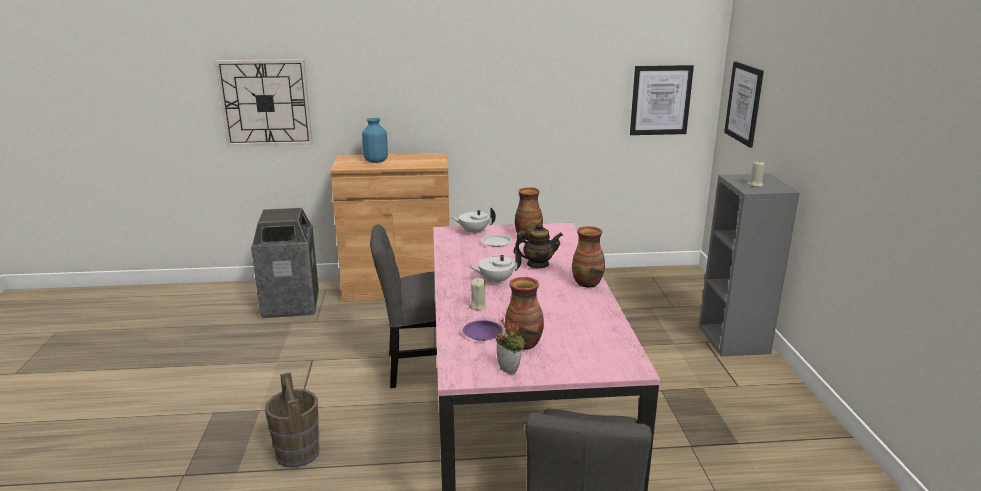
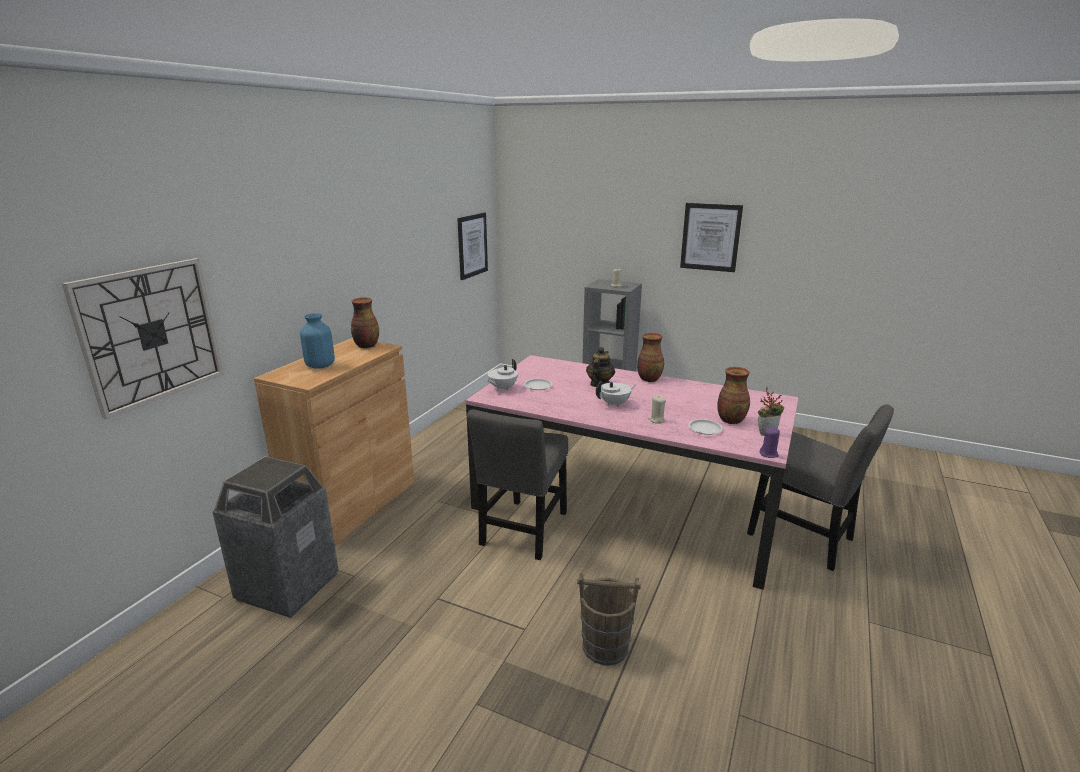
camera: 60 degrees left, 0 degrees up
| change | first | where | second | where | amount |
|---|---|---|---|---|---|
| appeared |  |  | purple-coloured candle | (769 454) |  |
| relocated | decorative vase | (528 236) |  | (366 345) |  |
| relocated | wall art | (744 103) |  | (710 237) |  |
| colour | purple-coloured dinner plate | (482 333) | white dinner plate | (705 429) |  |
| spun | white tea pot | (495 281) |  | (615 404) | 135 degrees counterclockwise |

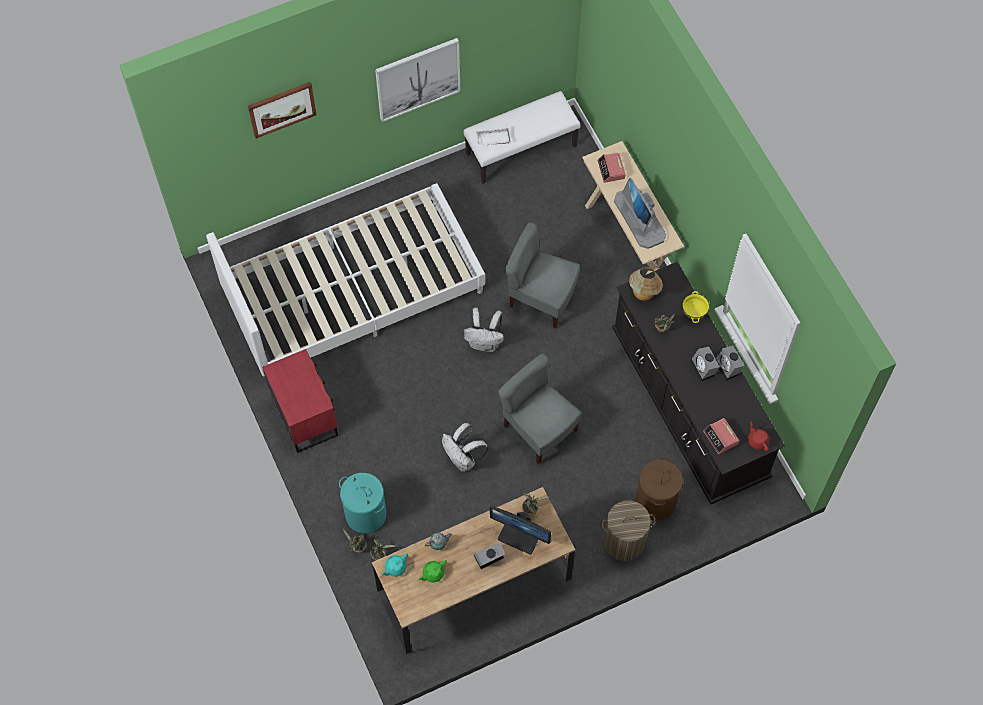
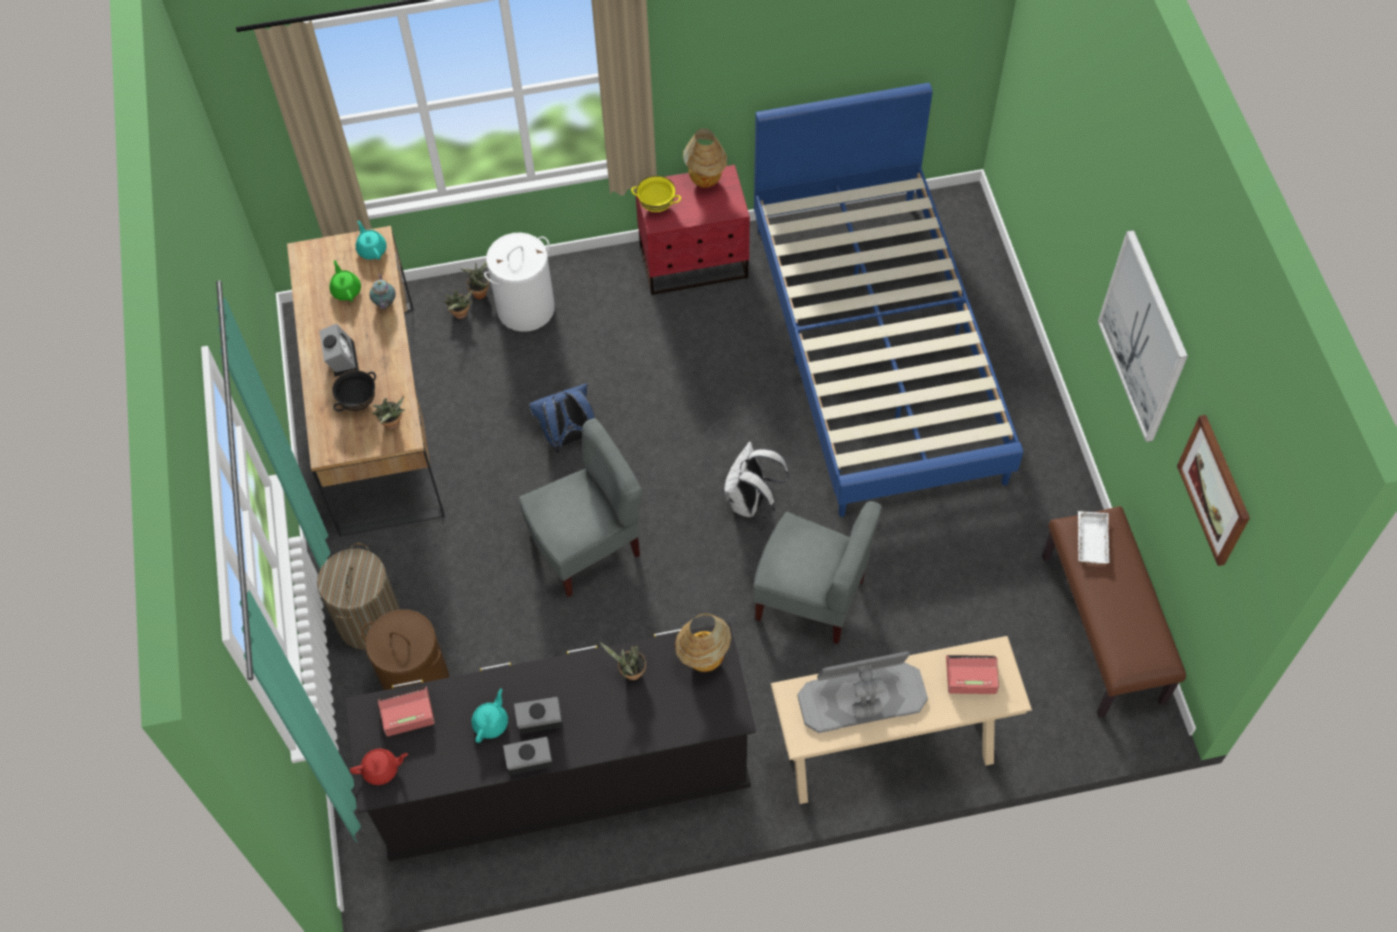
camera: 105 degrees right, 5 degrees down
| change | first | where | second | where | amount |
|---|---|---|---|---|---|
| appeared |  |  | turquoise tea pot | (491 723) |  |
| appeared |  |  | tabletop lamp | (706 182) |  |
| relocated | wall art | (281 109) |  | (1215 490) |  |
| relocated | yellowish deep dish | (693 312) |  | (657 206) |  |
| exchanged | computer display | (519 536) | blackish deep dish | (358 402) |  |
| colour | white bed | (353 292) | blue-coloured bed | (877 349) |  |
| colour | turquoise laundry basket | (365 514) | white laundry basket | (526 308) |  |
| colour | white knapsack | (463 459) | blue-coloured knapsack | (568 437) |  |
| colour | white bench | (521 149) | brown-coloured bench | (1103 628) |  |
| spun | grey upright chair | (541 297) |  | (811 598) | 75 degrees clockwise |

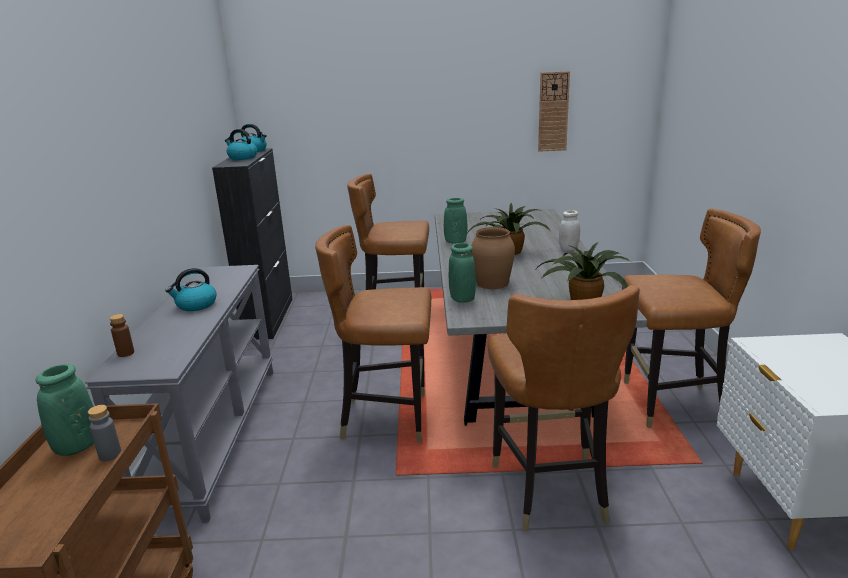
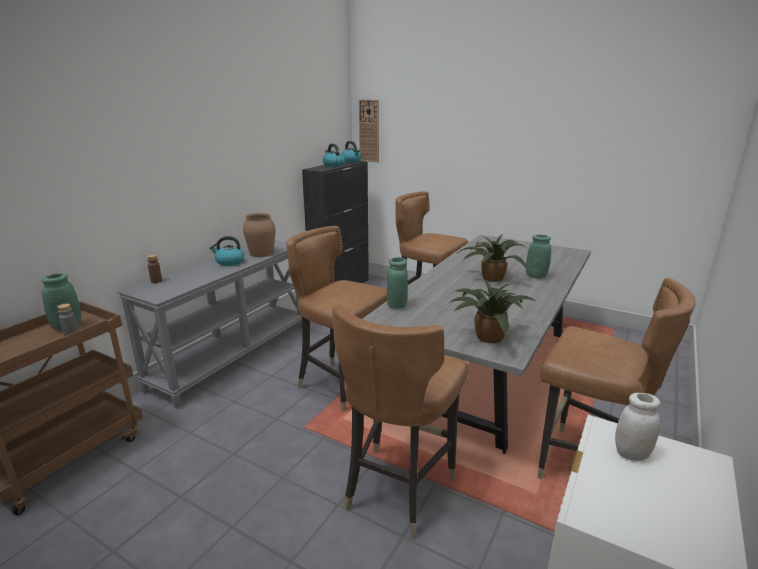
camera: 30 degrees right, 0 degrees up
| change | first | where | second | where | amount |
|---|---|---|---|---|---|
| relocated | green-coloured decorative vase | (455 242) |  | (536 276) |  |
| relocated | brown-coloured decorative vase | (492 283) |  | (262 253) |  |
| relocated | hanging clock | (553 112) |  | (369 131) |  |
| relocated | white jar | (568 249) |  | (631 454) |  |

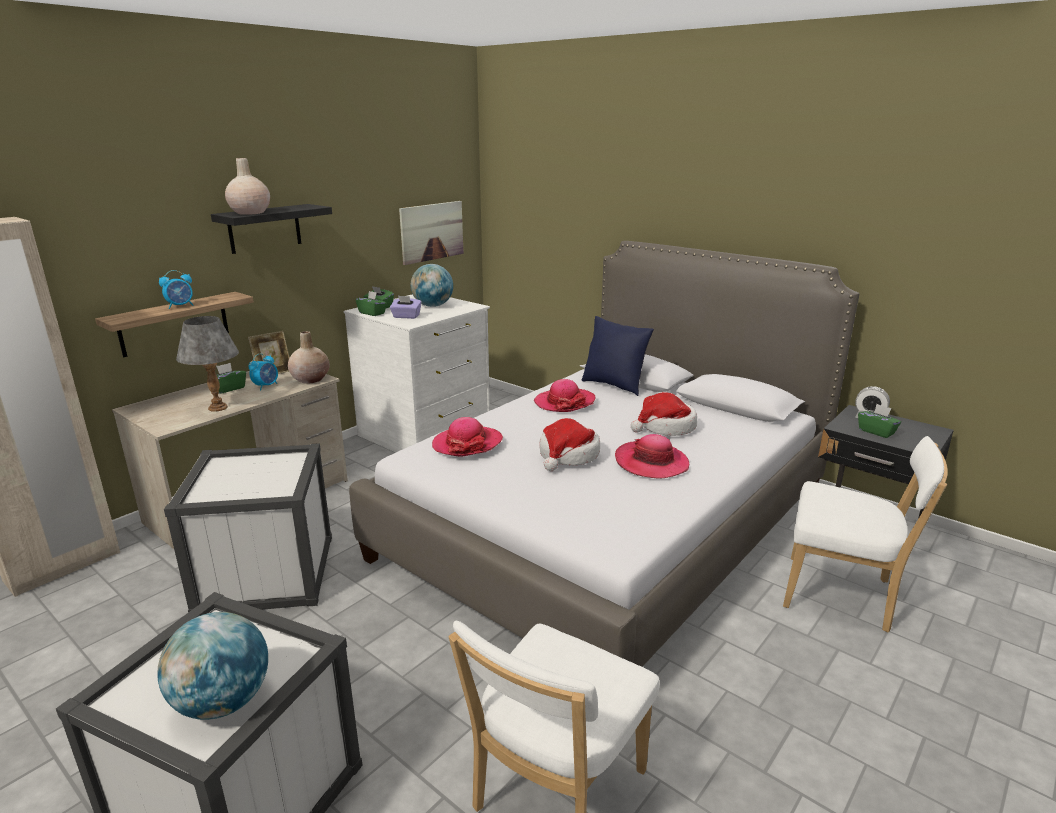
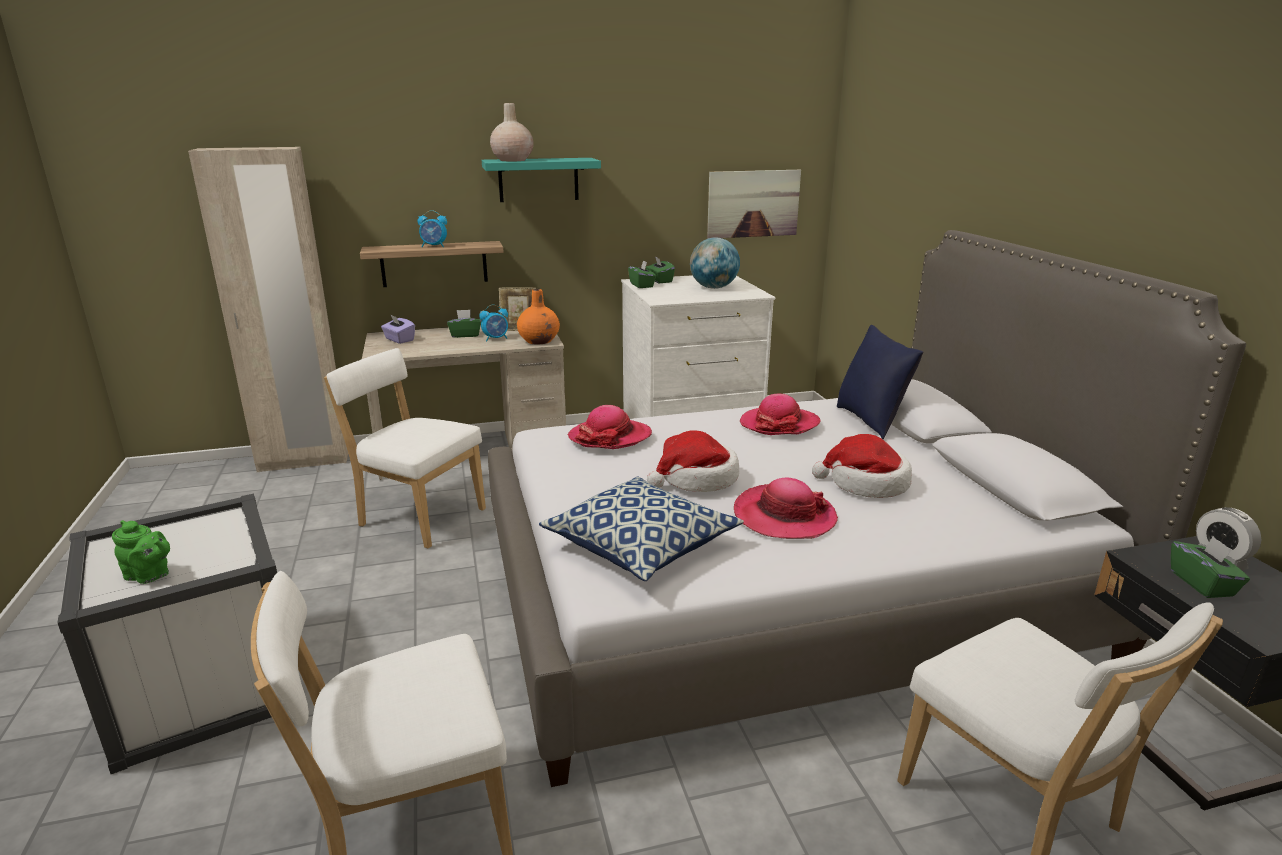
camera: 35 degrees right, 0 degrees up
| change | first | where | second | where | amount |
|---|---|---|---|---|---|
| missing | grey tabletop lamp | (217 408) |  |  |  |
| appeared |  |  | throw pillow | (641 546) |  |
| relocated | purple-coloured tissue holder | (406 316) |  | (399 340) |  |
| exchanged | world globe | (222 702) | green-coloured tea pot | (149 576) |  |
| exchanged | white storage bin | (266 573) | white upright chair | (418 516) |  |
| colour | blackish wall shelf | (264 228) | turquoise wall shelf | (538 179) |  |
| colour | beige-coloured decorative vase | (310 379) | orange-coloured decorative vase | (539 341) |  |

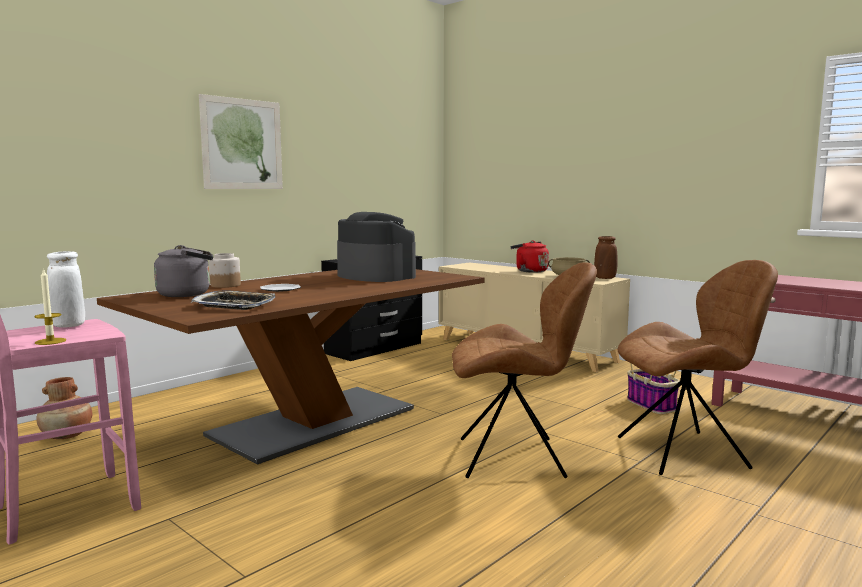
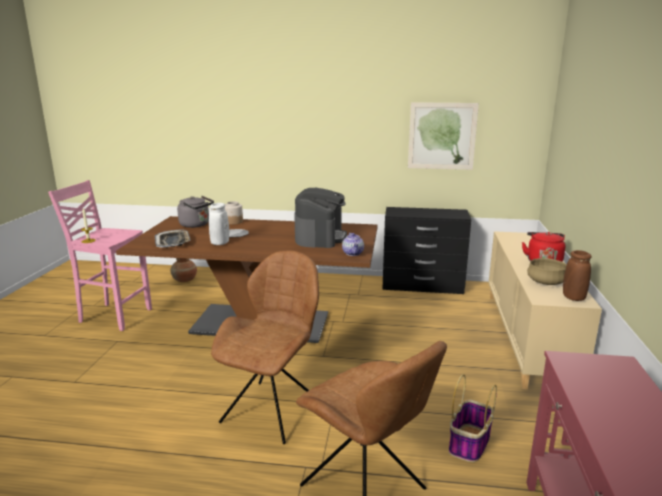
camera: 55 degrees right, 10 degrees up
| change | first | where | second | where | amount |
|---|---|---|---|---|---|
| appeared |  |  | tea pot | (353 253) |  |
| relocated | white decorative vase | (68 326) |  | (220 243) |  |
| relocated | wall art | (242 144) |  | (442 136) |  |
| spun | brown-coloured upright chair | (515 458) |  | (273 409) | 120 degrees counterclockwise |

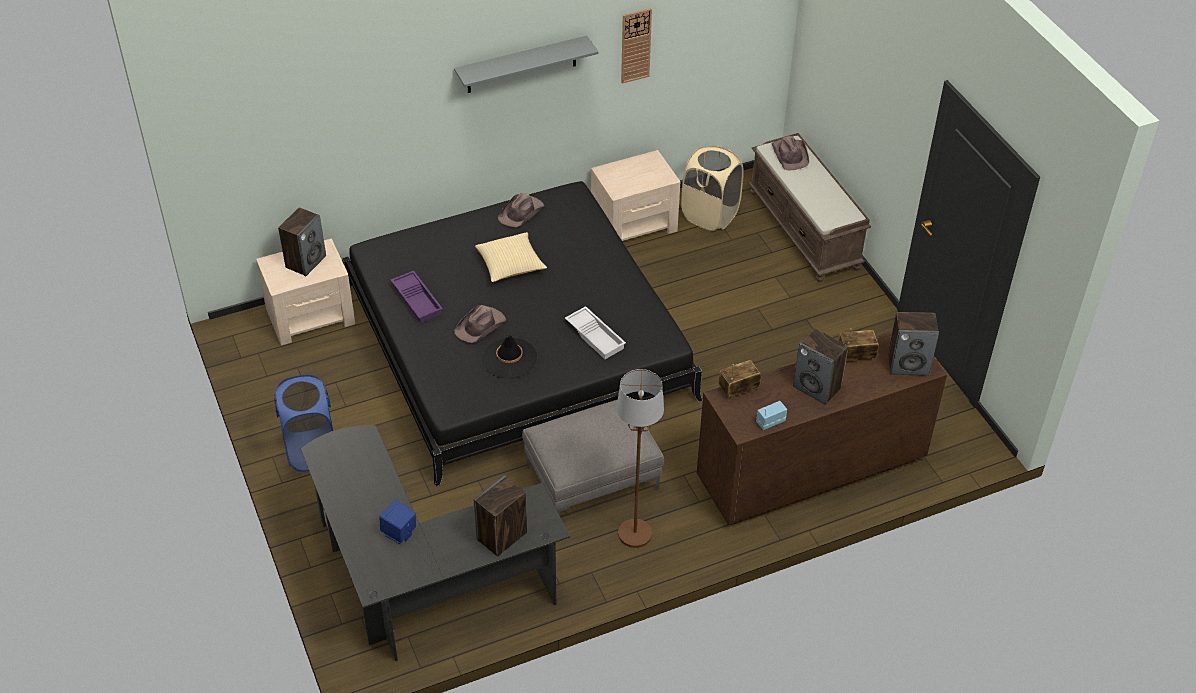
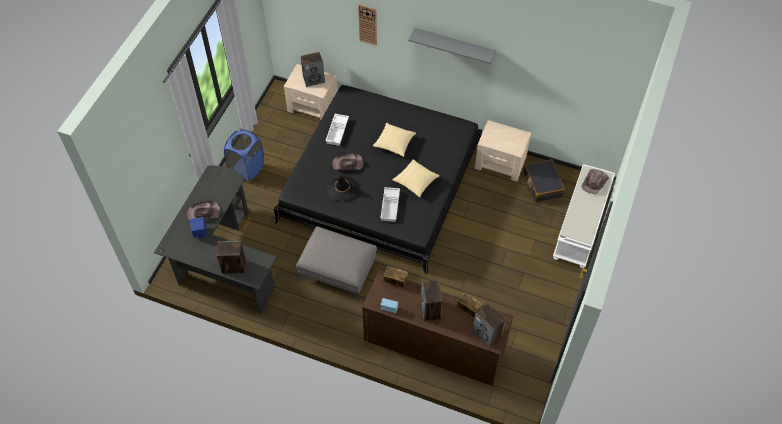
camera: 45 degrees right, 10 degrees up
| change | first | where | second | where | amount |
|---|---|---|---|---|---|
| missing | brown-coloured standard lamp | (634 534) |  |  |  |
| appeared |  |  | throw pillow | (415 182) |  |
| relocated | brown-coloured wearable hat | (521 212) |  | (204 213) |  |
| relocated | hanging clock | (635 45) |  | (368 24) |  |
| exchanged | beige-coloured laundry basket | (710 215) | blackish travel case | (542 185) |  |
| colour | purple-coloured carrying tray | (418 300) | white carrying tray | (338 131) |  |
| colour | brown-coloured bench | (805 230) | white bench | (581 227) |  |

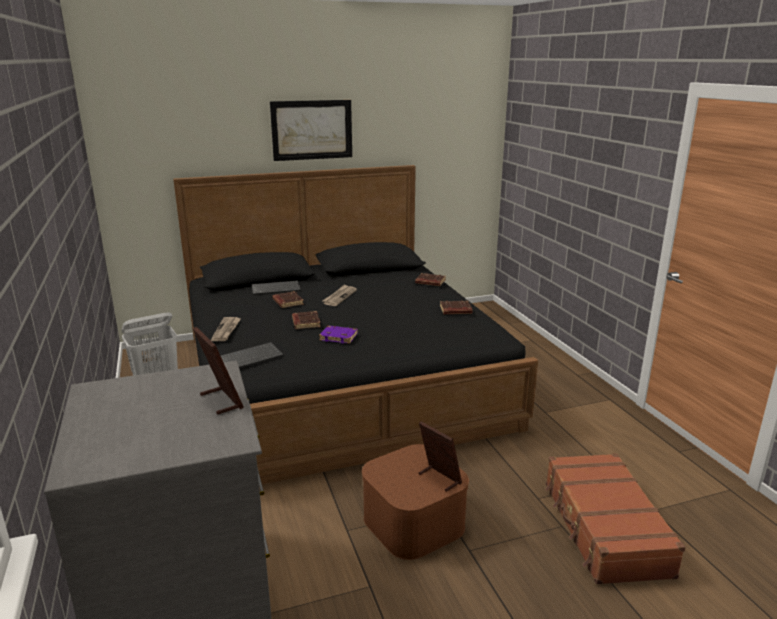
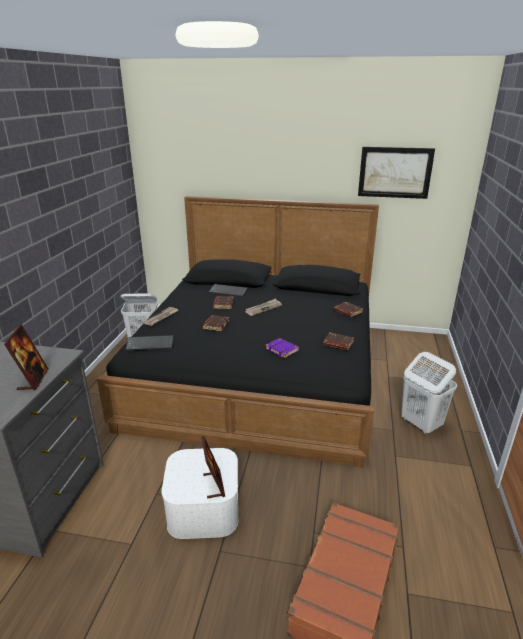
camera: 30 degrees right, 5 degrees up
| change | first | where | second | where | amount |
|---|---|---|---|---|---|
| appeared |  |  | white laundry basket | (420 424) |  |
| relocated | wall art | (312 130) |  | (395 172) |  |
| relocated | purple-coloured bound book | (339 337) |  | (282 350) |  |
| colour | brown-coloured storage bin | (413 522) | white storage bin | (203 508) |  |

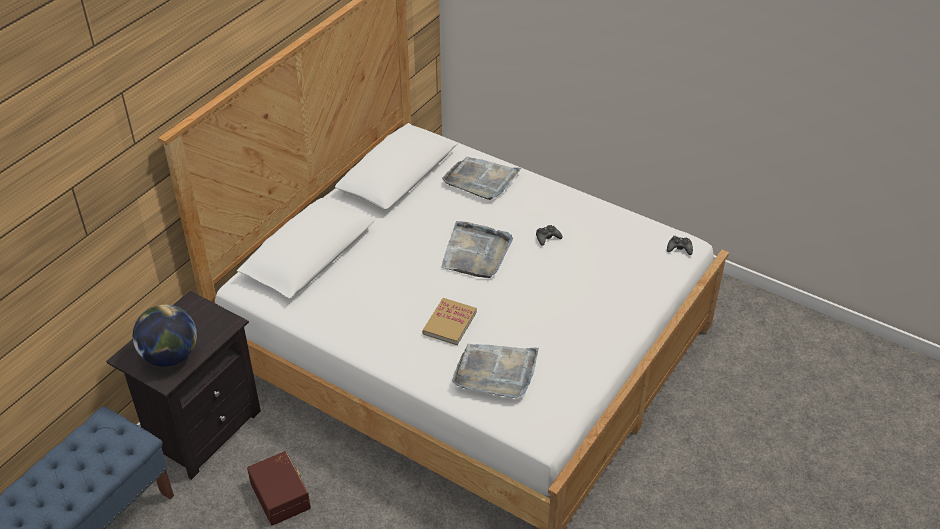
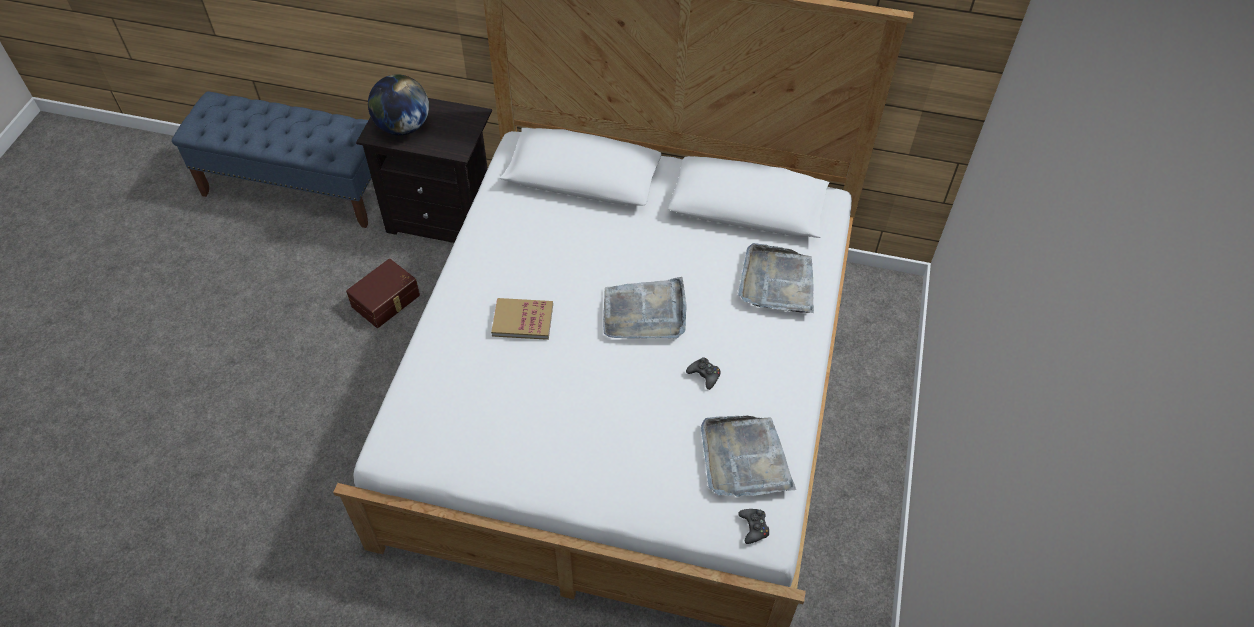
camera: 70 degrees right, 10 degrees up
| change | first | where | second | where | amount |
|---|---|---|---|---|---|
| relocated | grey carrying tray | (496 372) |  | (744 459) |  |

